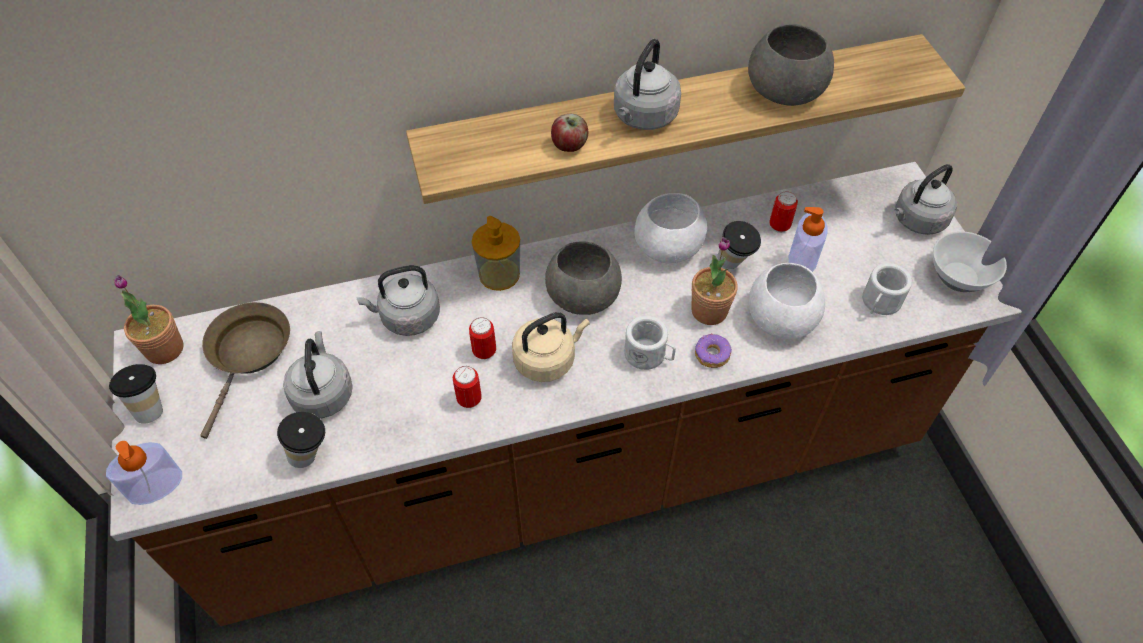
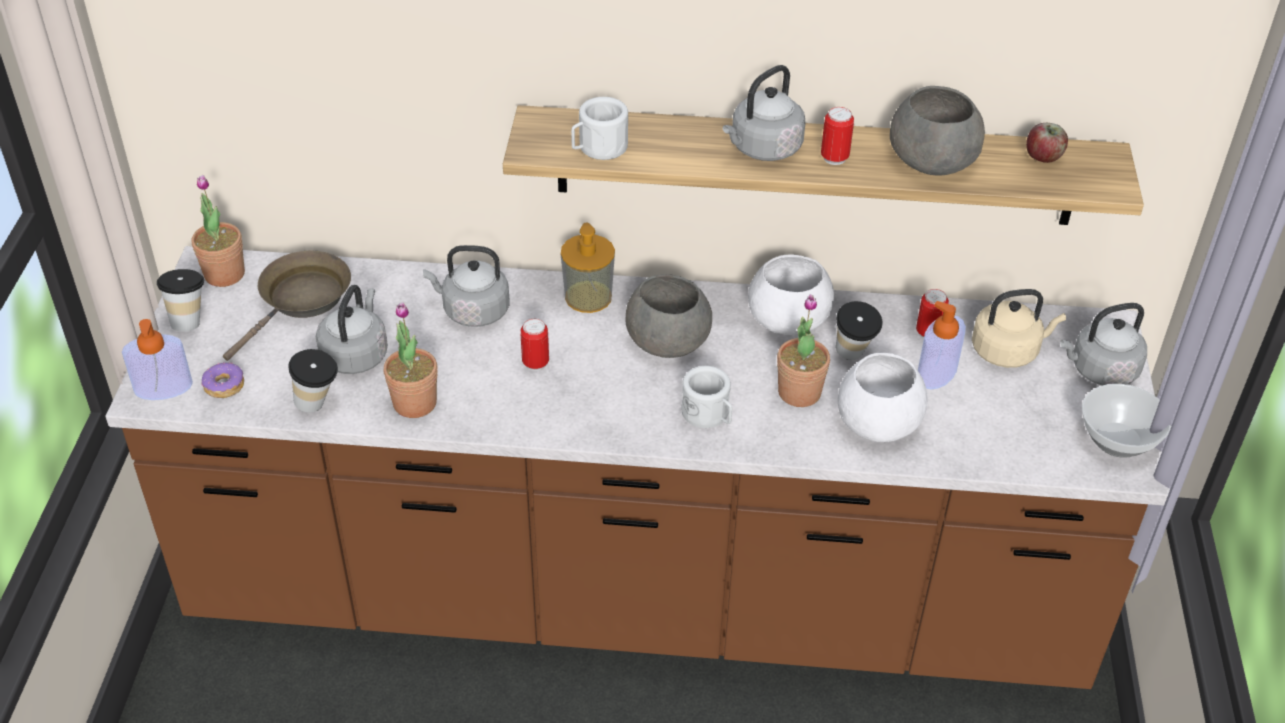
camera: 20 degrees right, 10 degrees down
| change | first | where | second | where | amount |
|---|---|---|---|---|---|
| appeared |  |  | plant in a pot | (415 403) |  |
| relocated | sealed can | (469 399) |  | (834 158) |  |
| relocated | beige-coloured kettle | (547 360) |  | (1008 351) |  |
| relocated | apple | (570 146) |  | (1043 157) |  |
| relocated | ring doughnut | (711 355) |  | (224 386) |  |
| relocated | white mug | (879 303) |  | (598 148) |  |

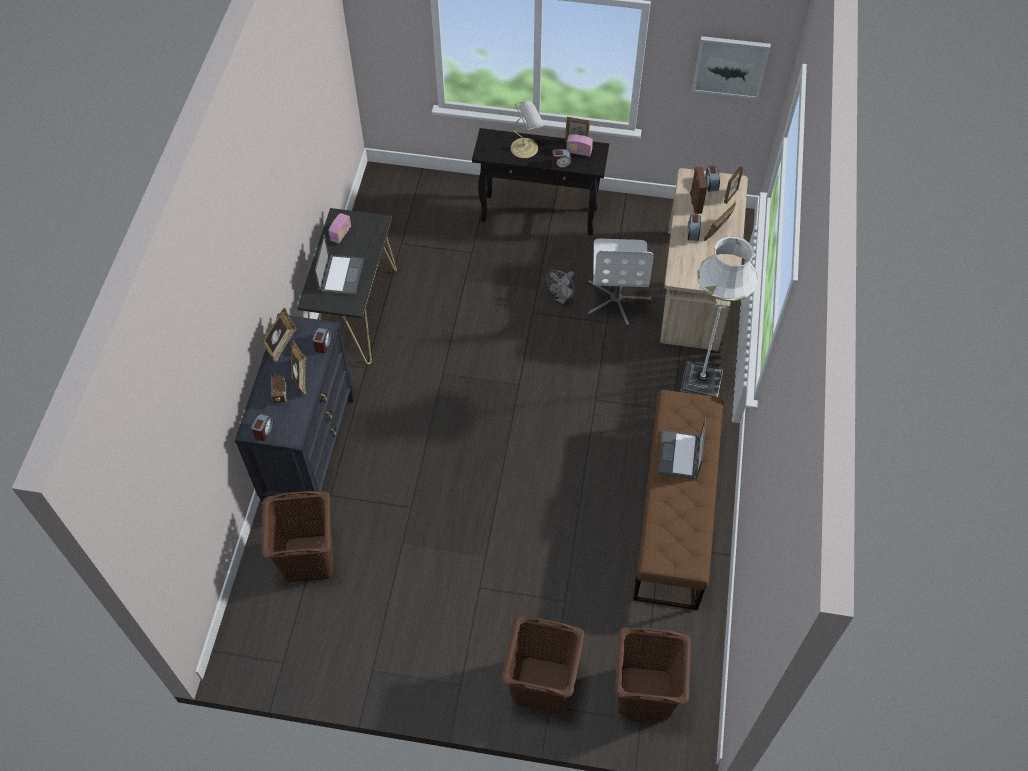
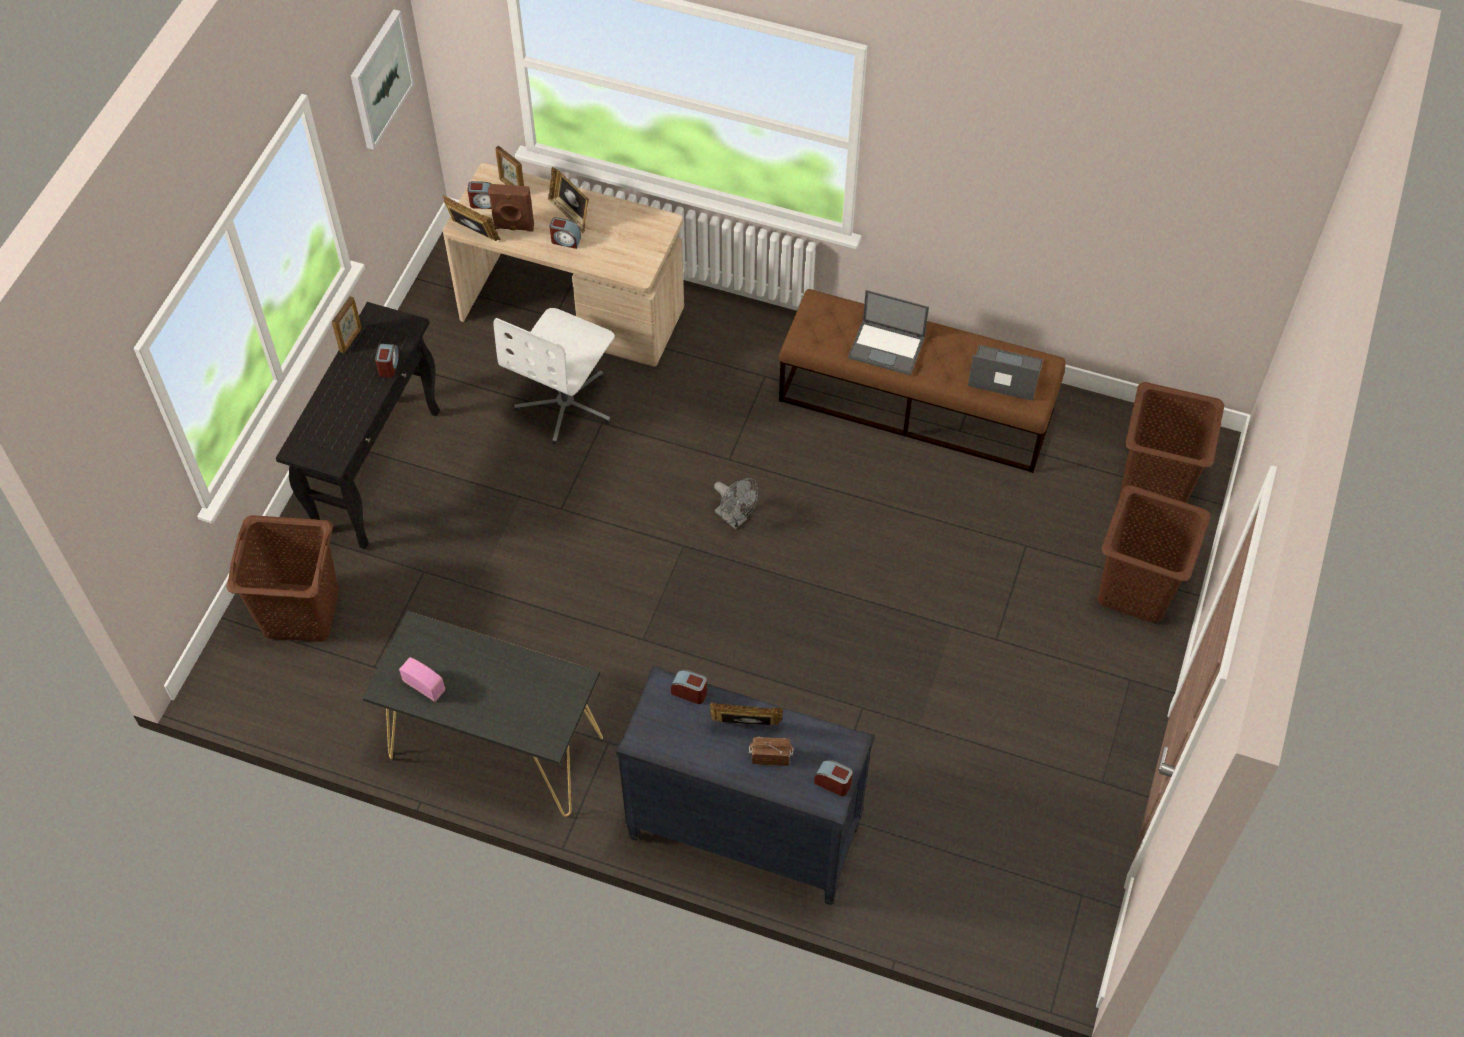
camera: 80 degrees left, 0 degrees up
| change | first | where | second | where | amount |
|---|---|---|---|---|---|
| missing | tabletop lamp | (525 147) |  |  |  |
| missing | radio | (579 151) |  |  |  |
| missing | white standard lamp | (701 382) |  |  |  |
| relocated | brown-coloured laundry basket | (309 558) |  | (301 612) |  |
| relocated | photo frame | (281 344) |  | (473 234) |  |
| relocated | laptop | (341 275) |  | (1004 373) |  |
| relocated | grey cooling fan | (562 298) |  | (735 518) |  |
| spun | white desk chair | (616 300) |  | (566 404) | 105 degrees clockwise |

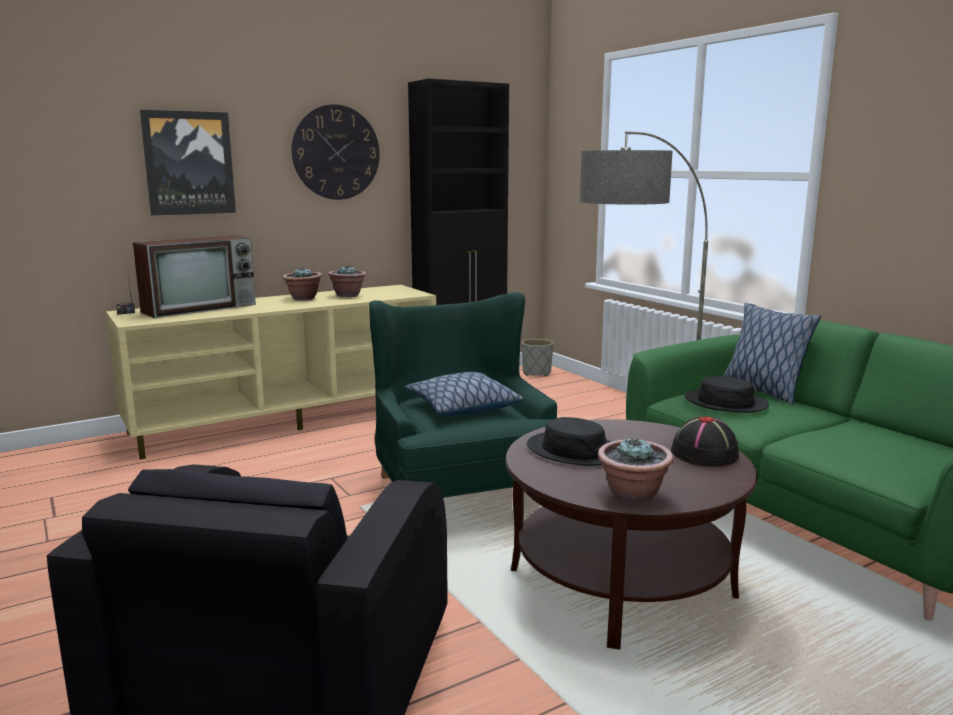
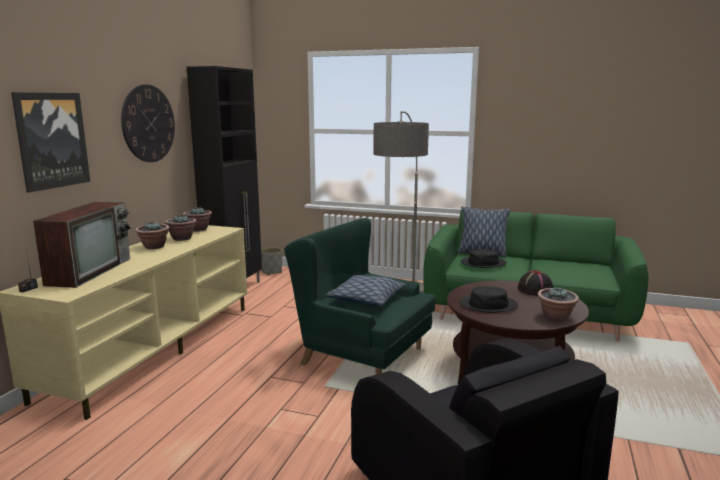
camera: 40 degrees left, 0 degrees up
| change | first | where | second | where | amount |
|---|---|---|---|---|---|
| appeared |  |  | plant in a pot | (198 229) |  |

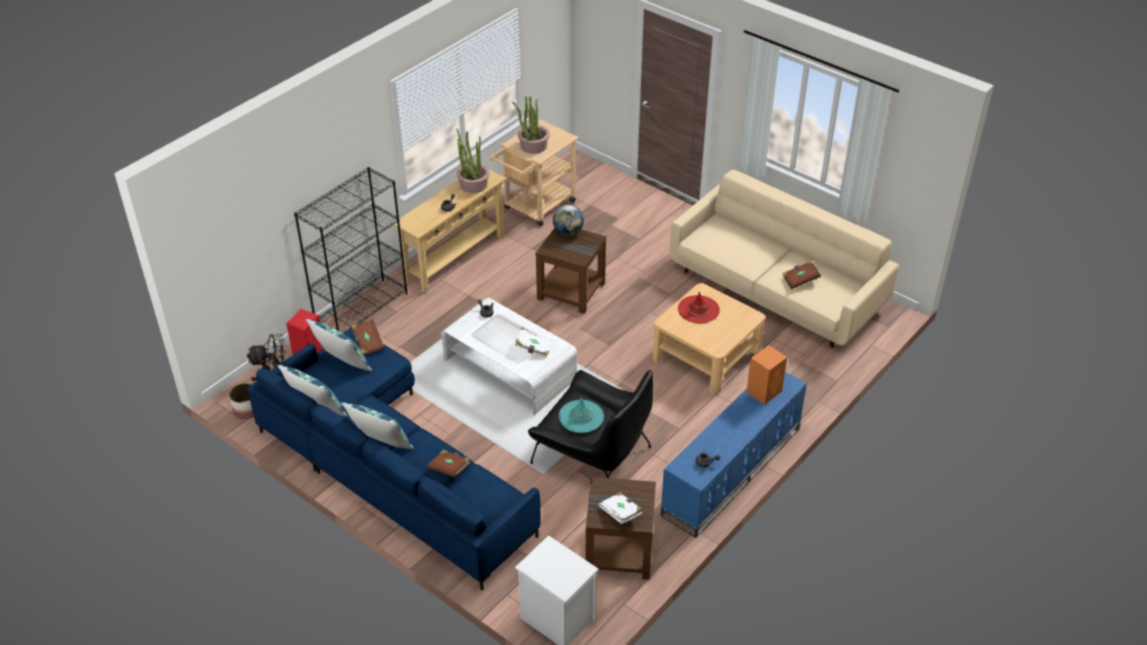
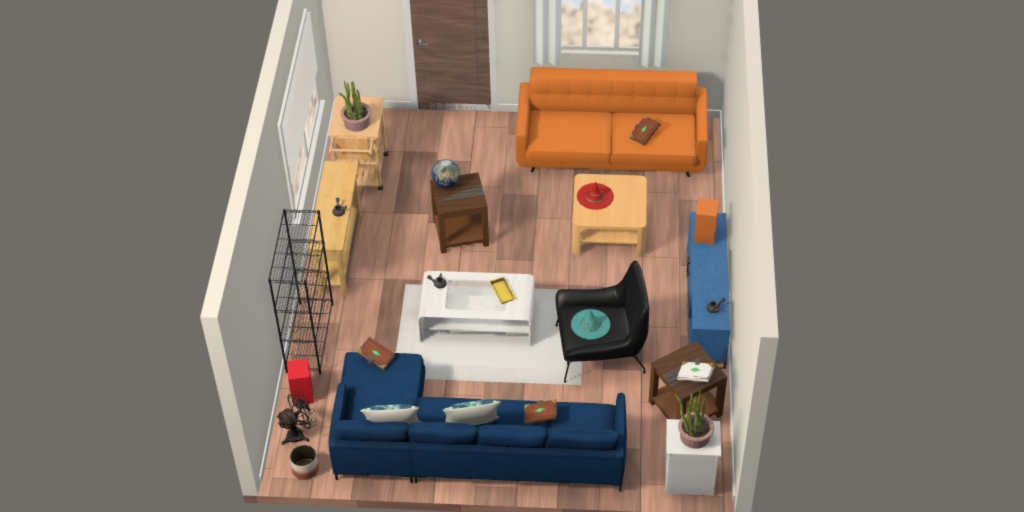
camera: 35 degrees left, 5 degrees up
| change | first | where | second | where | amount |
|---|---|---|---|---|---|
| missing | blue-coloured throw pillow | (342 364) |  |  |  |
| relocated | plant in a pot | (473 185) |  | (694 436) |  |
| exchanged | white bound book | (533 348) | yellowish carrying tray | (503 292) |  |
| colour | beige-coloured couch | (776 290) | orange-coloured couch | (611 152) |  |

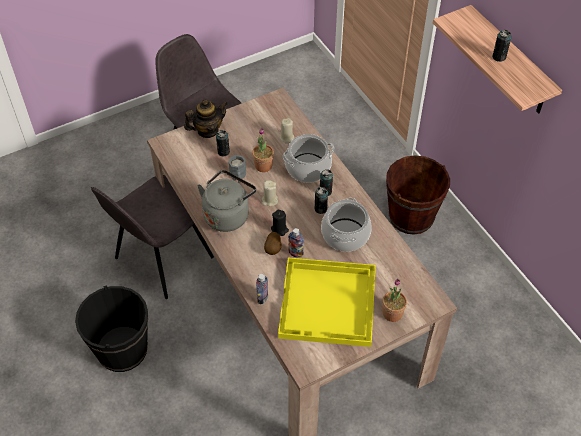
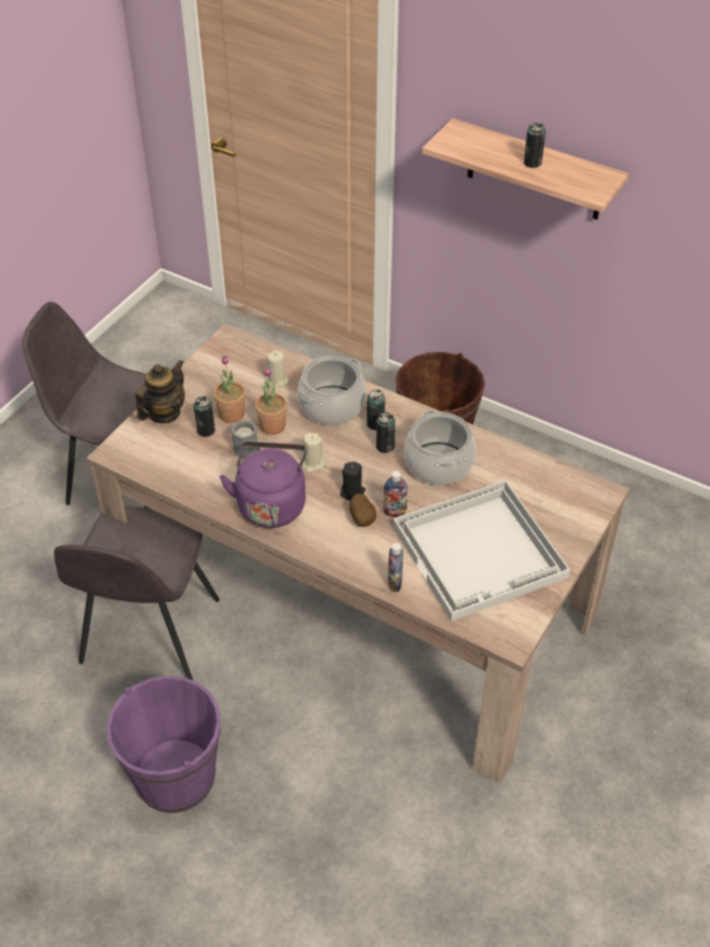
camera: 30 degrees left, 5 degrees down
| change | first | where | second | where | amount |
|---|---|---|---|---|---|
| relocated | plant in a pot | (392 313) |  | (231 414) |  |
| colour | blackish water bucket | (122 349) | purple-coloured water bucket | (175 777) |  |
| colour | grey kettle | (228 214) | purple-coloured kettle | (271 503) |  |
| colour | yellowish carrying tray | (328 304) | white carrying tray | (481 552) |  |

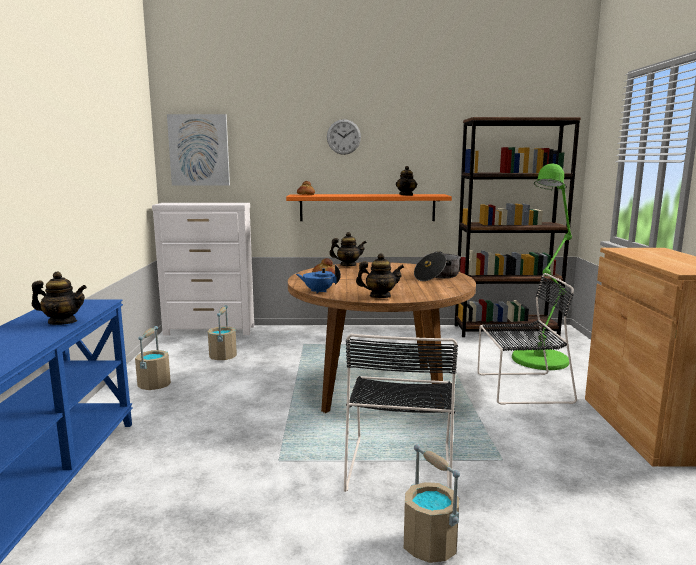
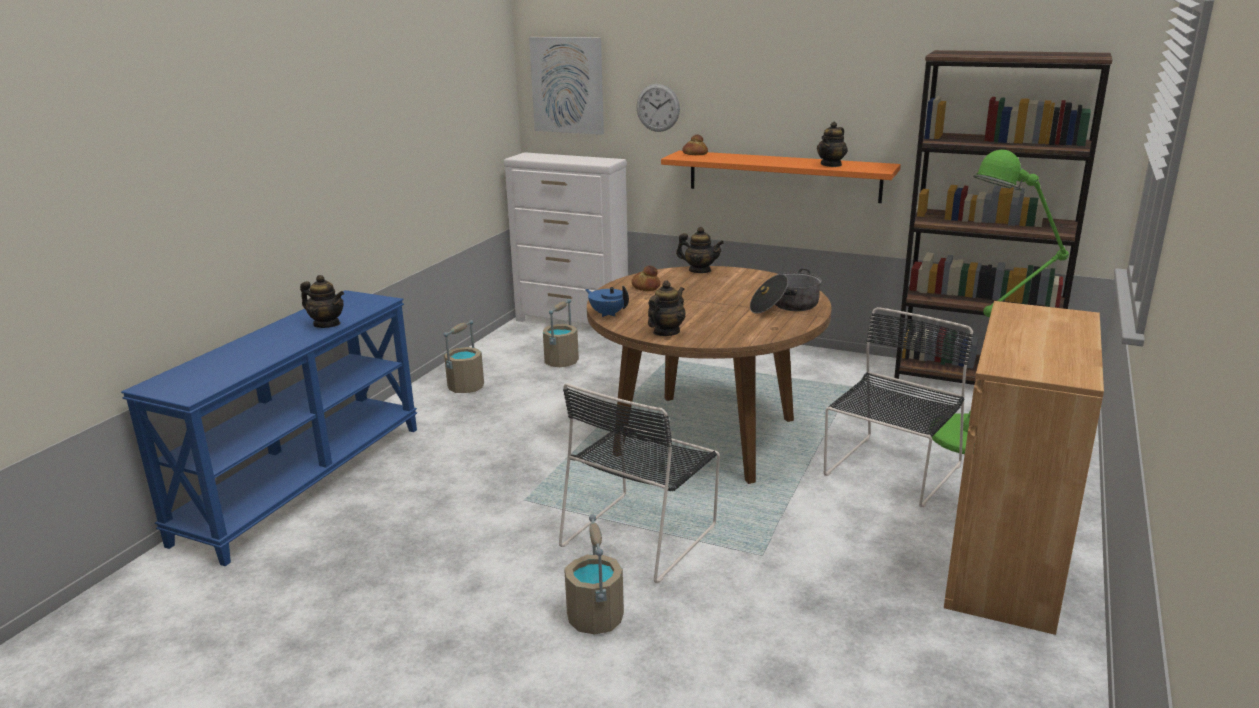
camera: 25 degrees right, 10 degrees up
| change | first | where | second | where | amount |
|---|---|---|---|---|---|
| relocated | hanging clock | (343 137) |  | (658 107) |  |
| spun | tea pot | (380 296) |  | (666 332) | 75 degrees counterclockwise |
| spun | blackish upright chair | (520 388) |  | (890 472) | 75 degrees counterclockwise |

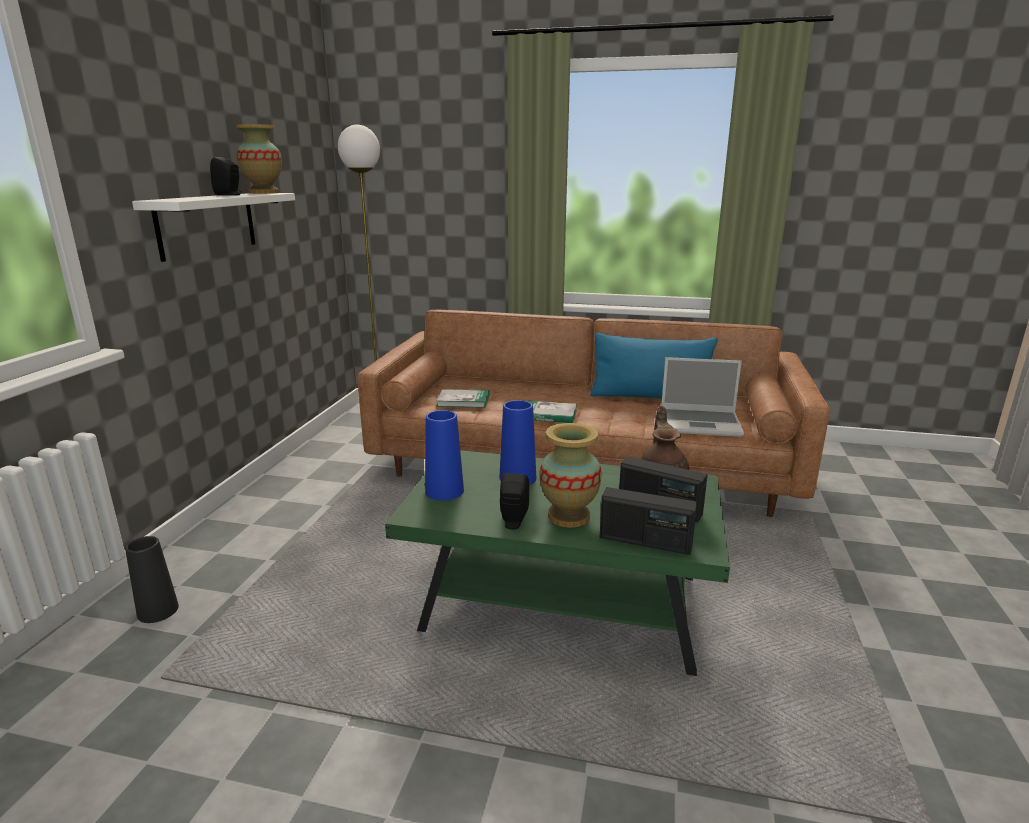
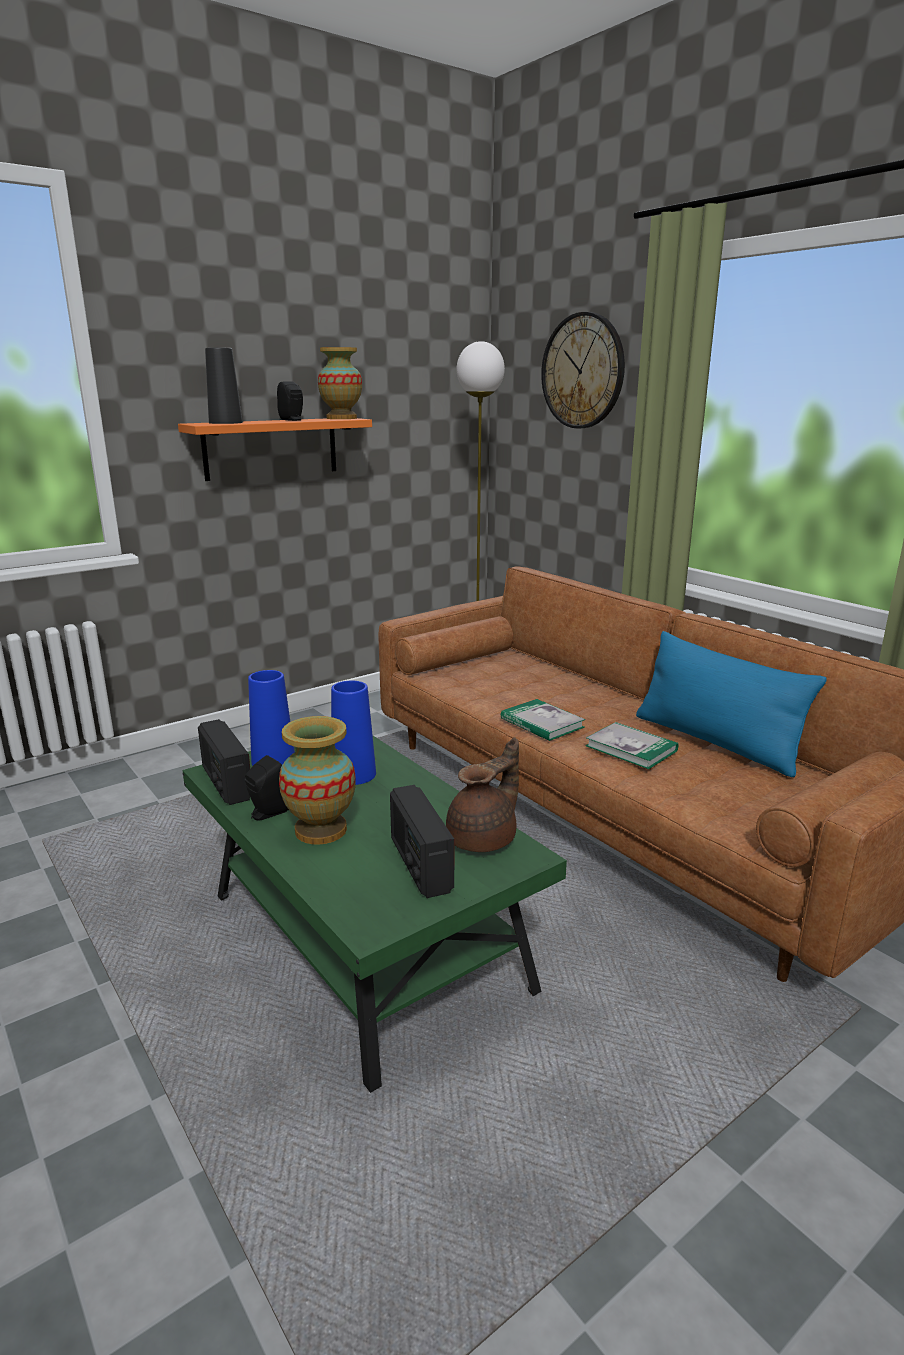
camera: 40 degrees right, 0 degrees up
| change | first | where | second | where | amount |
|---|---|---|---|---|---|
| missing | laptop | (701 423) |  |  |  |
| appeared |  |  | hanging clock | (583 371) |  |
| relocated | blackish decorative vase | (158 611) |  | (225 422) |  |
| relocated | bound book | (463 401) |  | (631 748) |  |
| relocated | radio | (645 541) |  | (226 783) |  |
| colour | white wall shelf | (207 224) | orange-coloured wall shelf | (271 448) |  |

